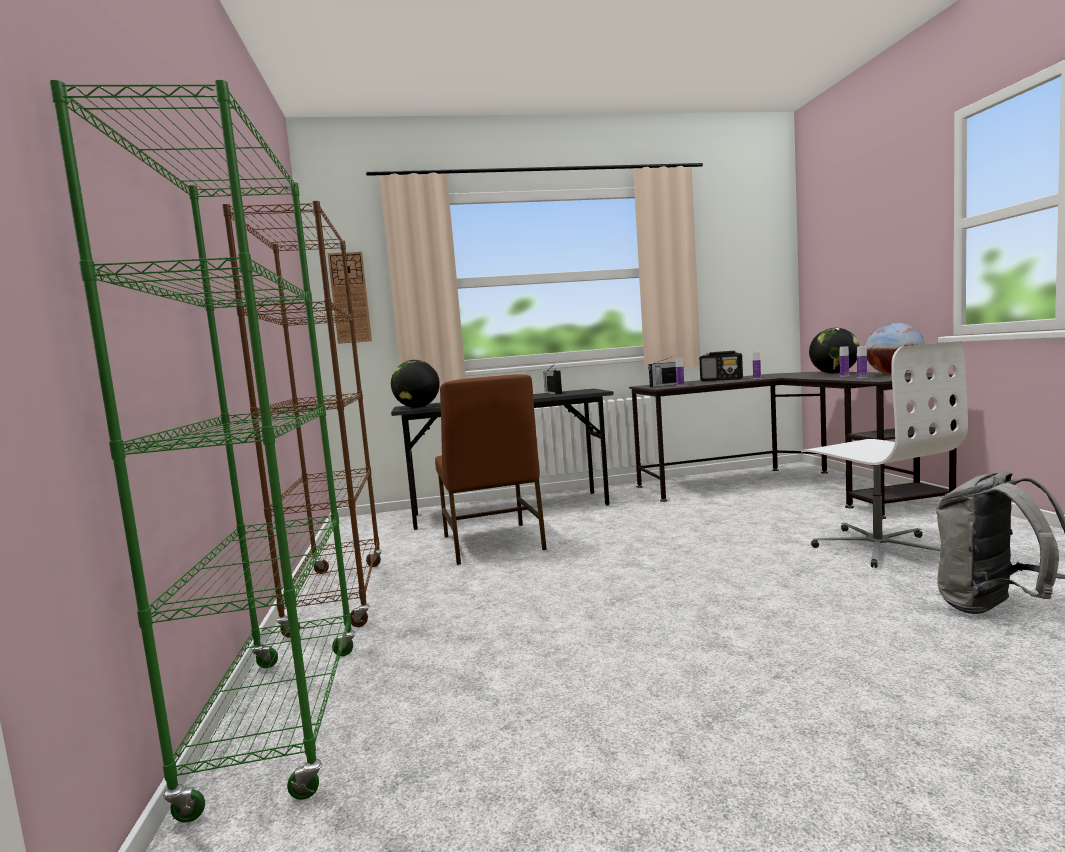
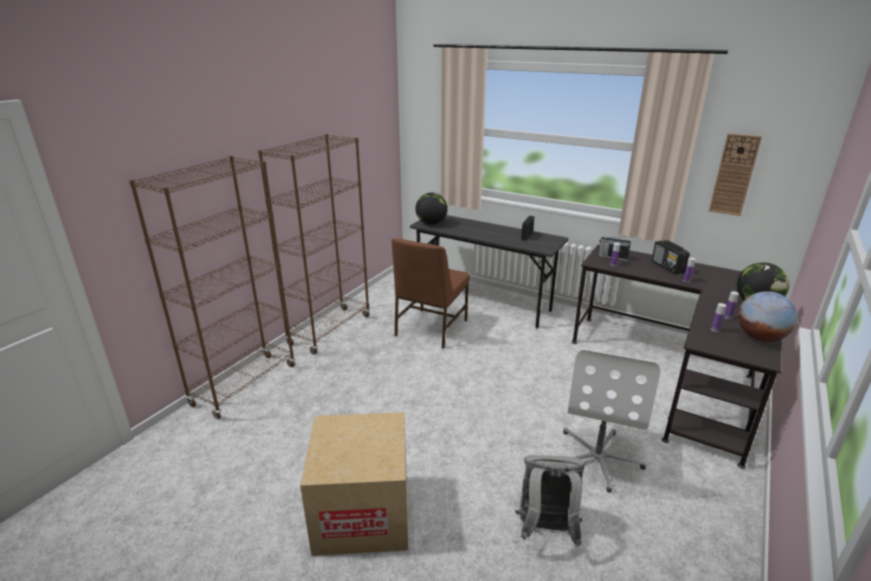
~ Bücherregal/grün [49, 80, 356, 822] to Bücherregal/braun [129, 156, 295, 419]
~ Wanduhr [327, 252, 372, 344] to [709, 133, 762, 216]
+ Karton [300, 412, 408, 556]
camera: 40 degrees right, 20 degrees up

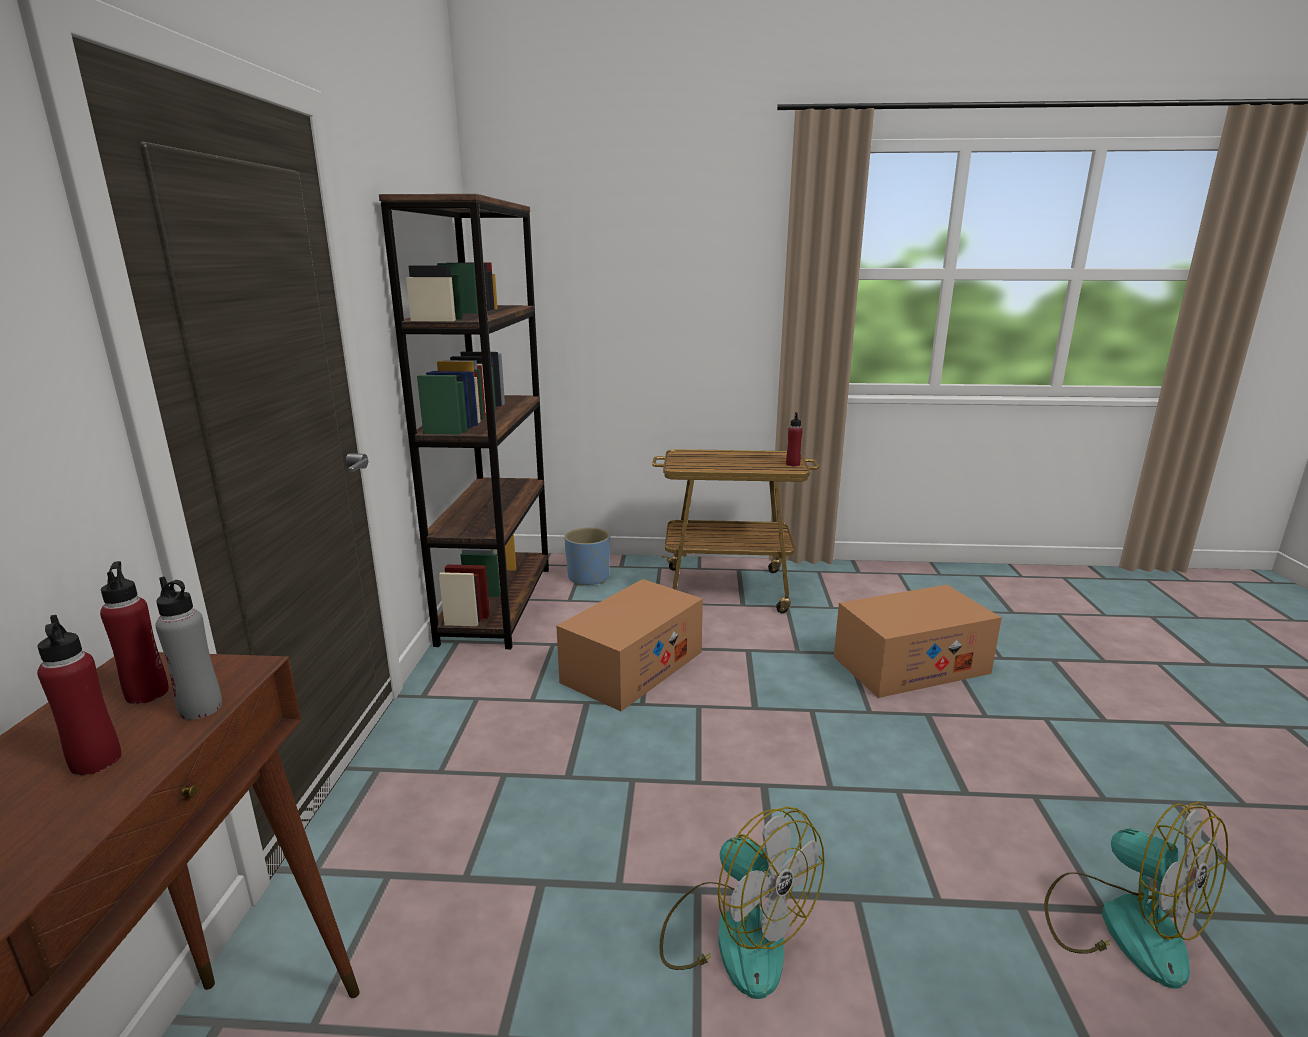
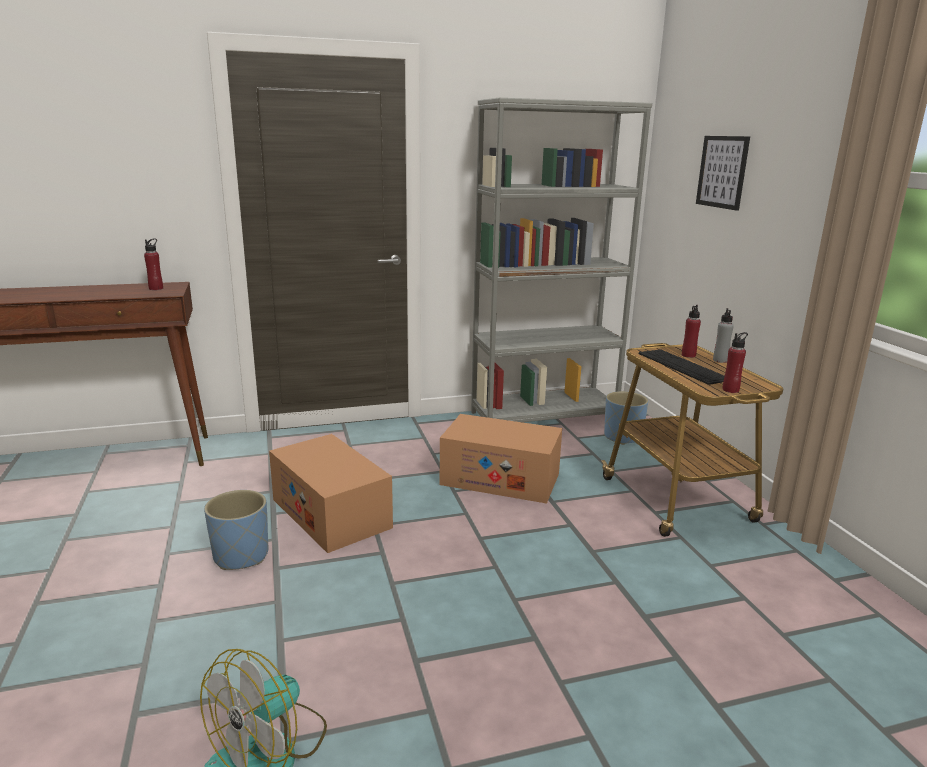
~ Bücherregal/braun [379, 194, 549, 649] to Bücherregal/grau [471, 98, 652, 422]
~ Flasche/grau [155, 577, 222, 720] to [713, 308, 734, 363]
~ Karton [834, 585, 1002, 698] to [269, 434, 393, 553]
~ Flasche/rot [37, 615, 121, 775] to [682, 305, 701, 358]
~ Ventilator [659, 807, 825, 999] to Pflanzkübel/blau [204, 490, 268, 570]
+ Bild [696, 136, 750, 211]
+ Tastatur [639, 349, 725, 385]
camera: 70 degrees right, 0 degrees up

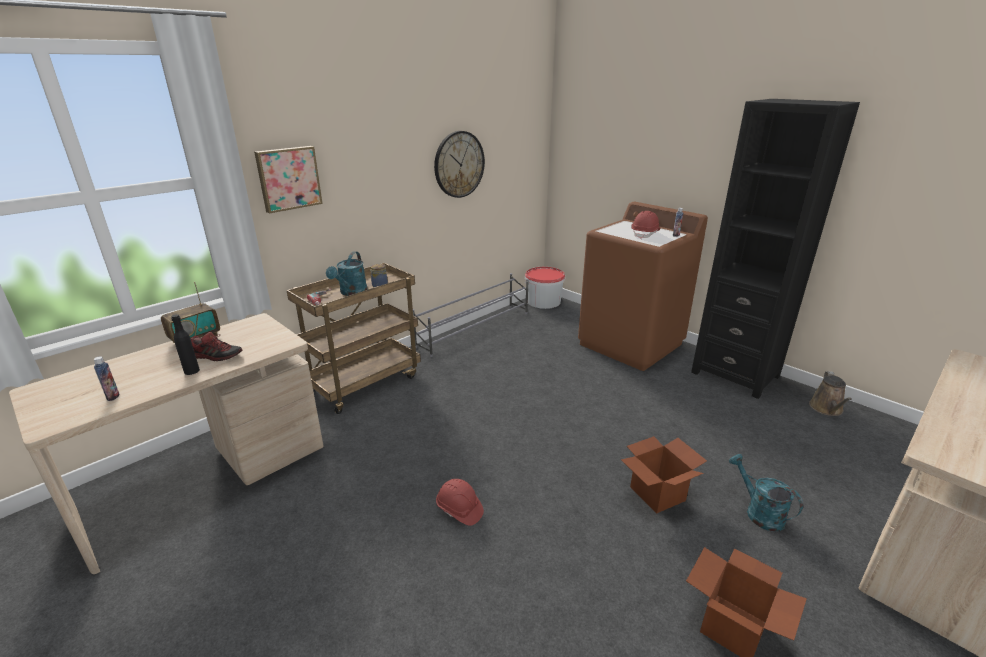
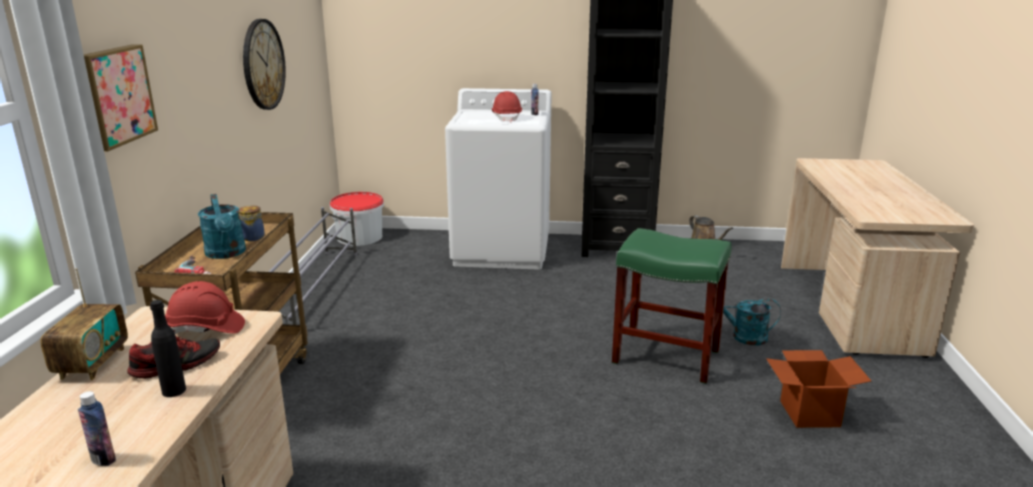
~ Waschmaschine/braun [578, 202, 708, 371] to Waschmaschine/weiß [445, 88, 552, 270]
~ Karton [621, 436, 707, 514] to Hocker/grün [612, 228, 732, 384]
~ Schutzhelm/rot [436, 479, 484, 526] to [165, 281, 245, 334]
camera: 40 degrees left, 5 degrees down

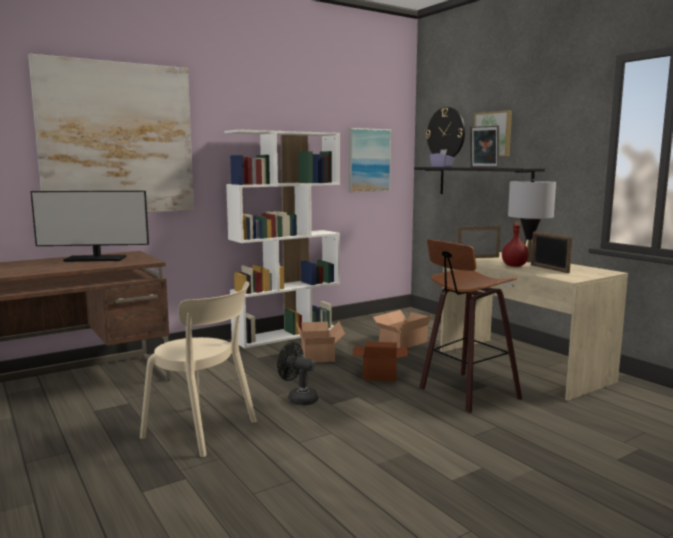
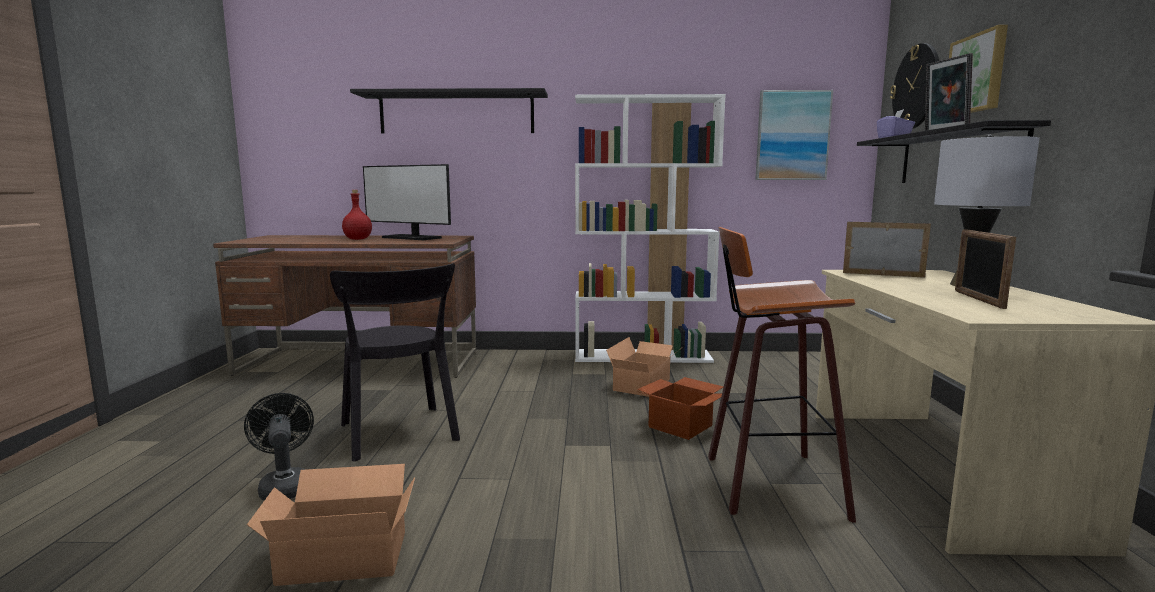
~ Bild [28, 54, 194, 212] to Wandregal/schwarz [350, 88, 548, 133]
~ Flasche/rot [502, 221, 529, 267] to [342, 190, 372, 240]
~ Stuhl/beige [140, 281, 257, 457] to Stuhl/schwarz [330, 263, 460, 462]
~ Karton [373, 310, 432, 348] to [247, 464, 415, 586]
~ Ventilator/schwarz [277, 342, 318, 406] to [244, 393, 314, 500]
camera: 35 degrees right, 0 degrees up

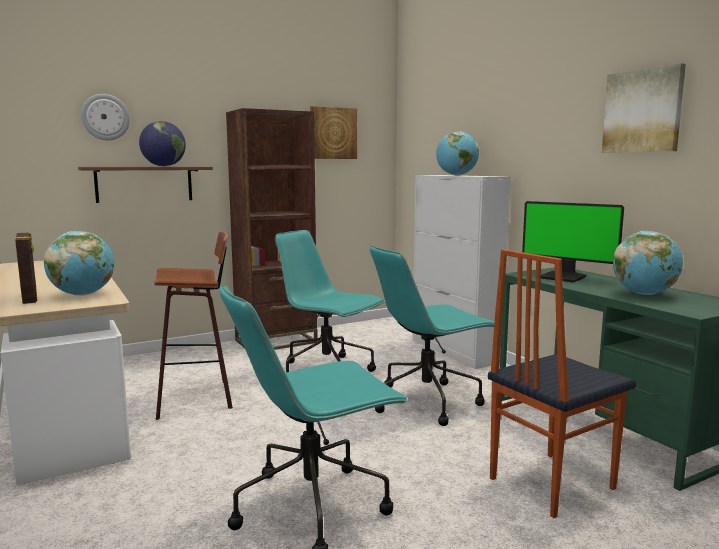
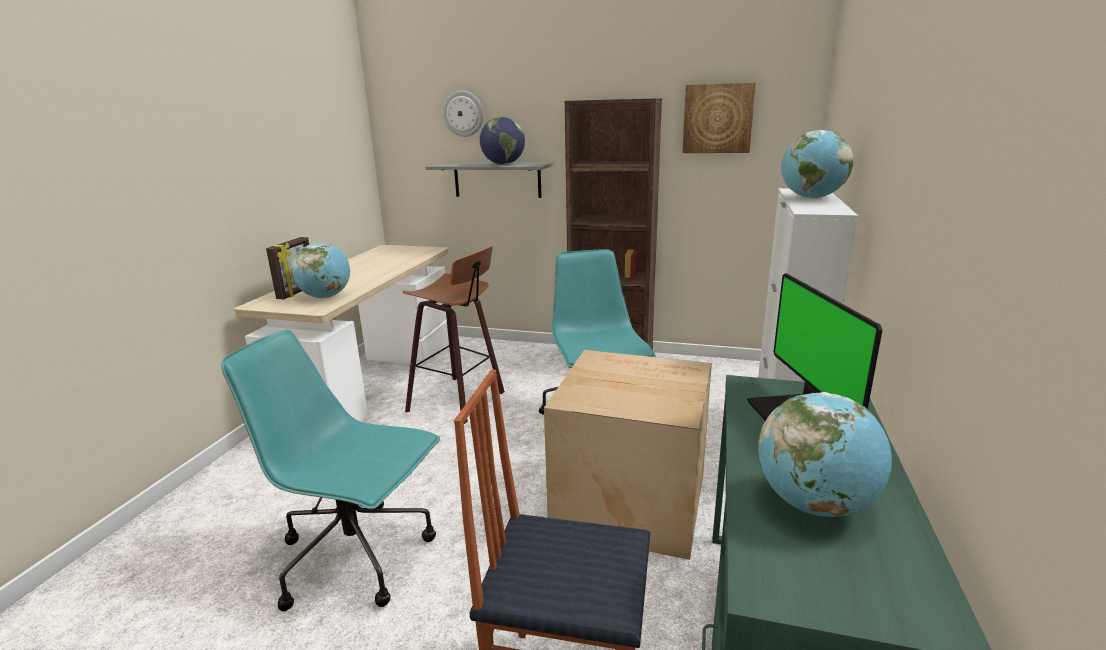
- Bild [602, 63, 686, 153]
~ Wandregal/braun [78, 167, 213, 203] to Wandregal/grau [425, 162, 553, 198]
~ Bürostuhl/türkis [370, 246, 494, 426] to Karton [544, 350, 712, 560]
camera: 45 degrees right, 10 degrees up

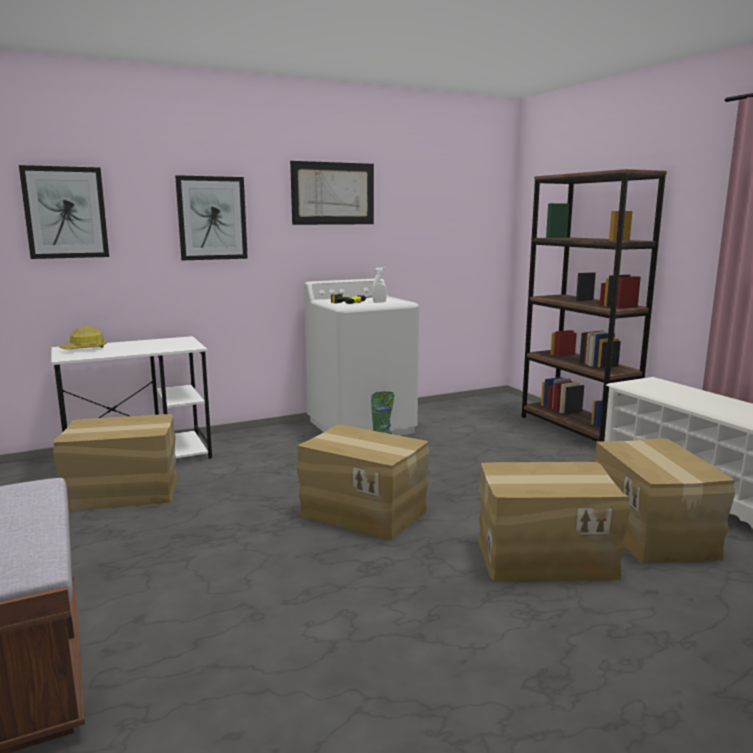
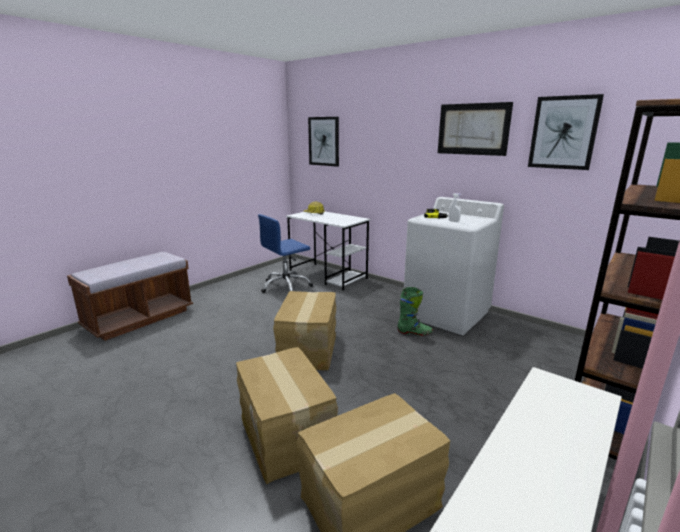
~ Bild [175, 175, 248, 260] to [528, 94, 604, 170]
~ Karton [53, 414, 178, 511] to Bürostuhl/blau [258, 214, 313, 293]
camera: 65 degrees right, 5 degrees up

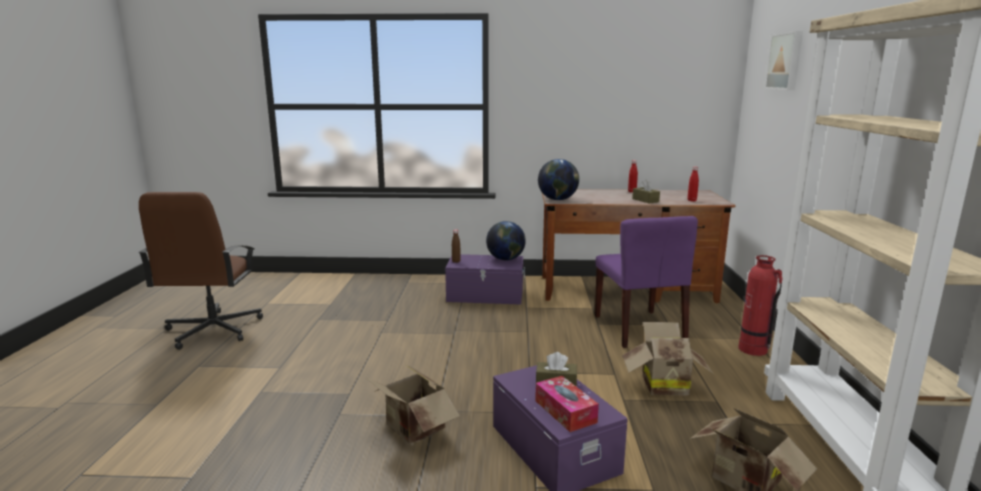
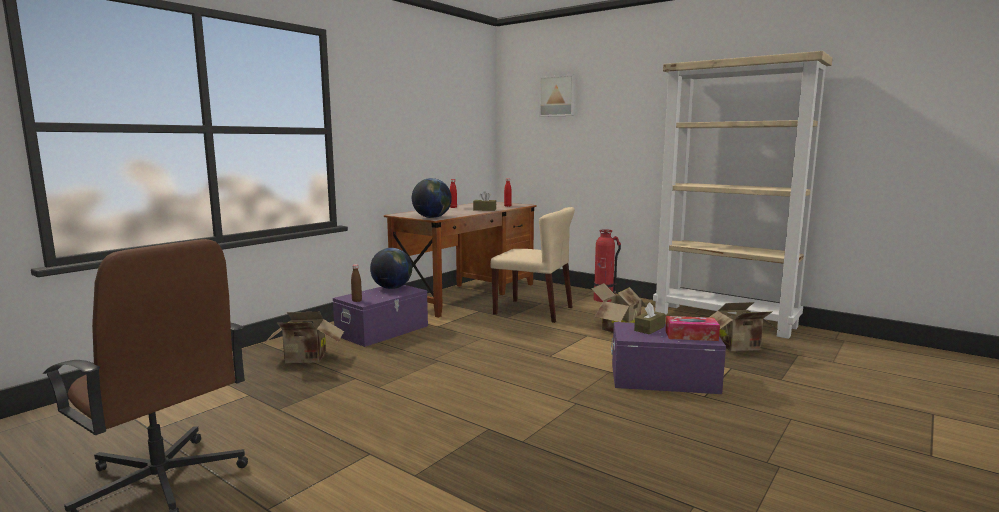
~ Stuhl/lila [595, 216, 698, 348] to Stuhl/beige [490, 207, 575, 323]
~ Karton [366, 364, 460, 444] to [265, 312, 344, 363]
camera: 55 degrees left, 5 degrees down

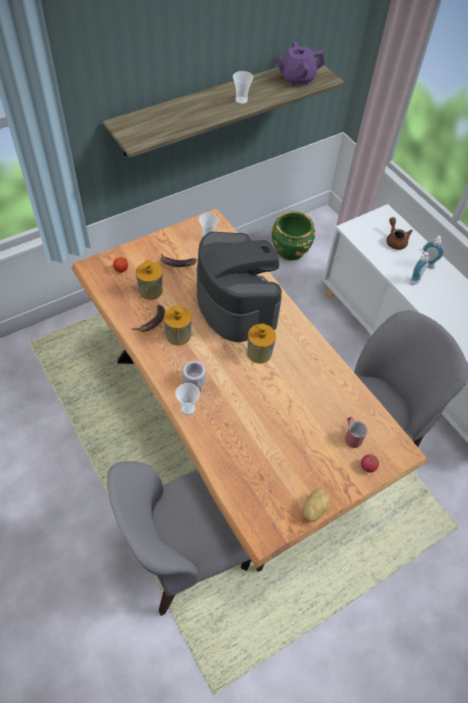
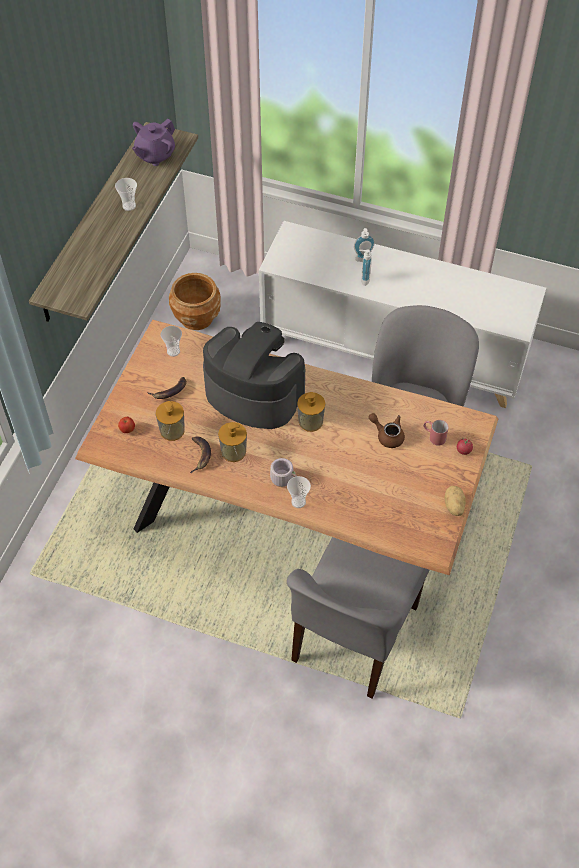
~ Pflanzkübel/grün [272, 211, 315, 261] to Pflanzkübel/braun [169, 273, 221, 330]
~ Teekanne/braun [387, 217, 413, 250] to [369, 413, 405, 448]
camera: 35 degrees left, 0 degrees up

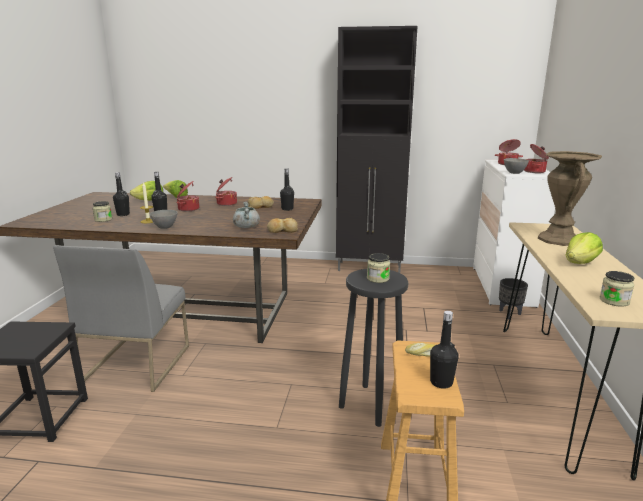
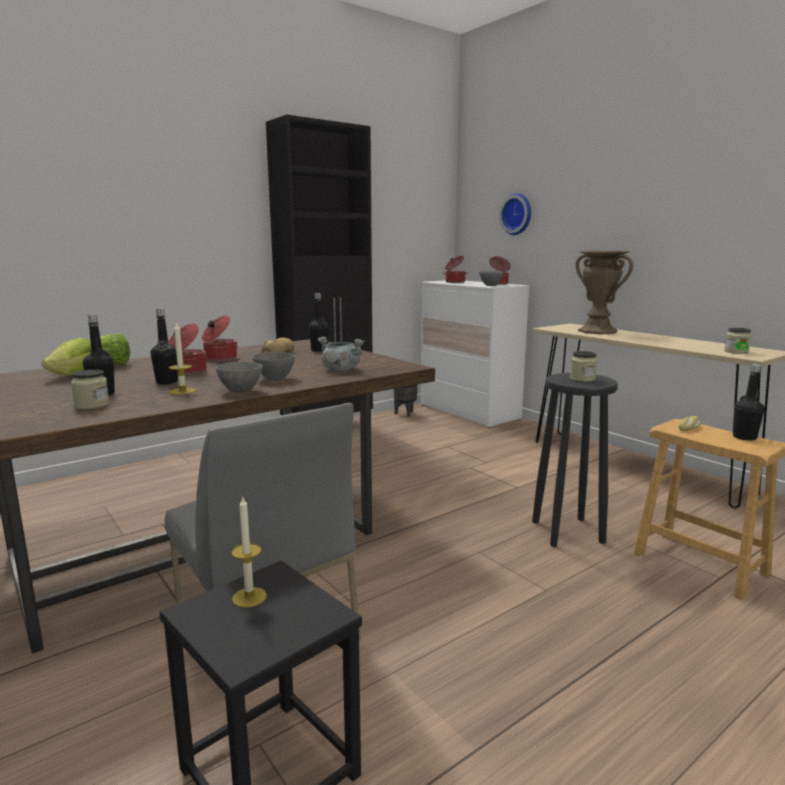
- Brot [267, 218, 298, 233]
- Salatkopf [566, 232, 603, 264]
~ Pflanzkübel/schwarz [499, 278, 528, 319] to [394, 384, 418, 417]
+ Wanduhr [499, 193, 531, 235]
+ Schüssel/grau [252, 352, 295, 380]
+ Kerze [231, 497, 267, 608]
camera: 45 degrees left, 5 degrees down

